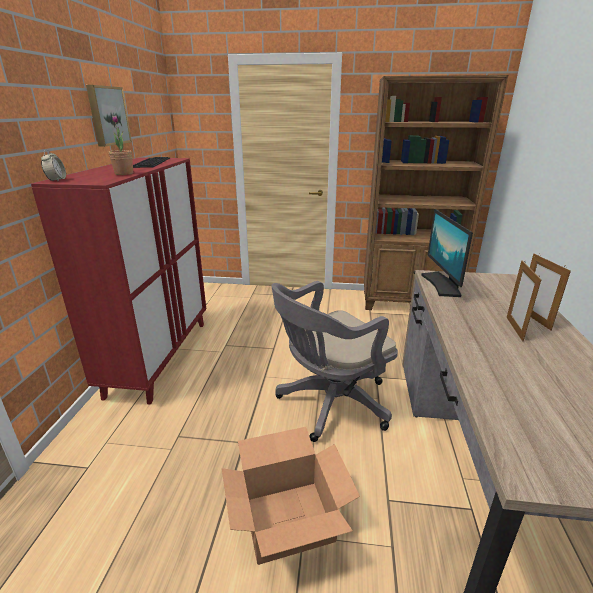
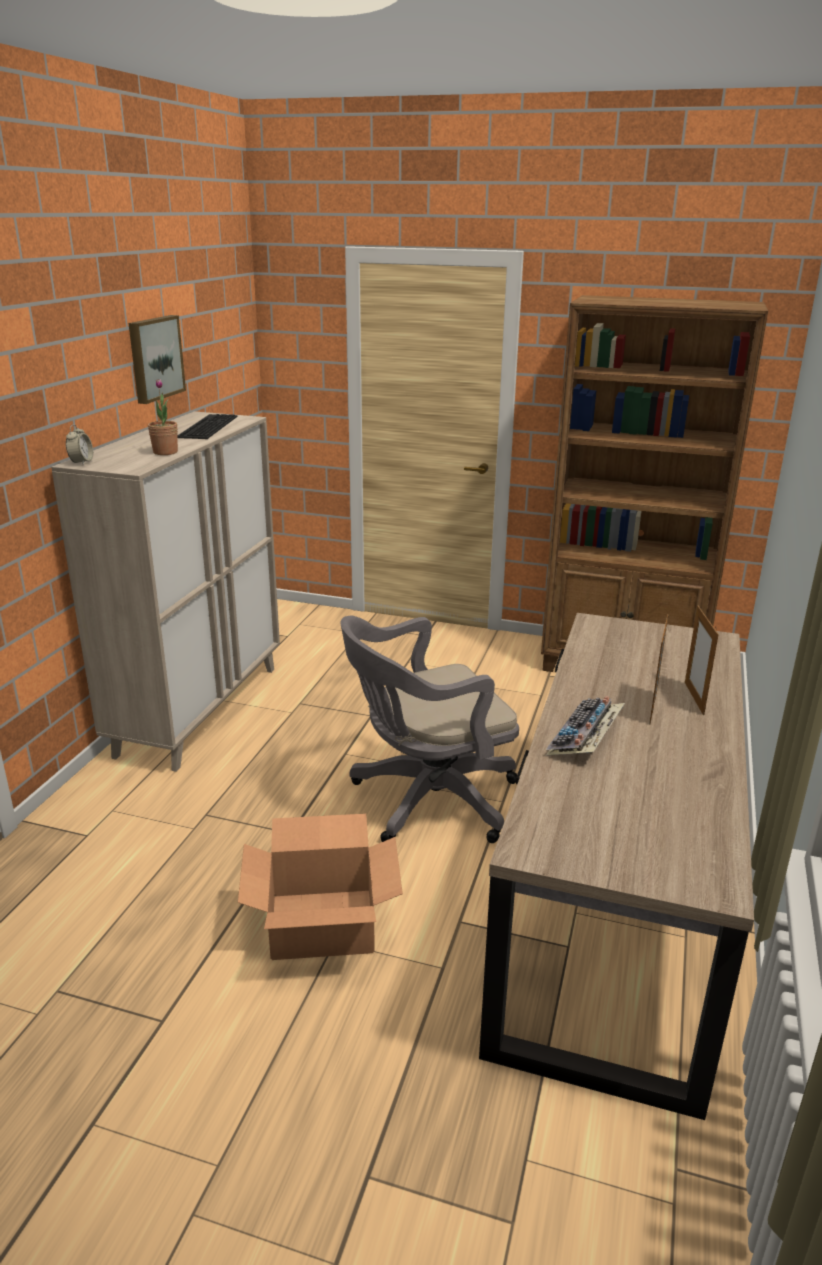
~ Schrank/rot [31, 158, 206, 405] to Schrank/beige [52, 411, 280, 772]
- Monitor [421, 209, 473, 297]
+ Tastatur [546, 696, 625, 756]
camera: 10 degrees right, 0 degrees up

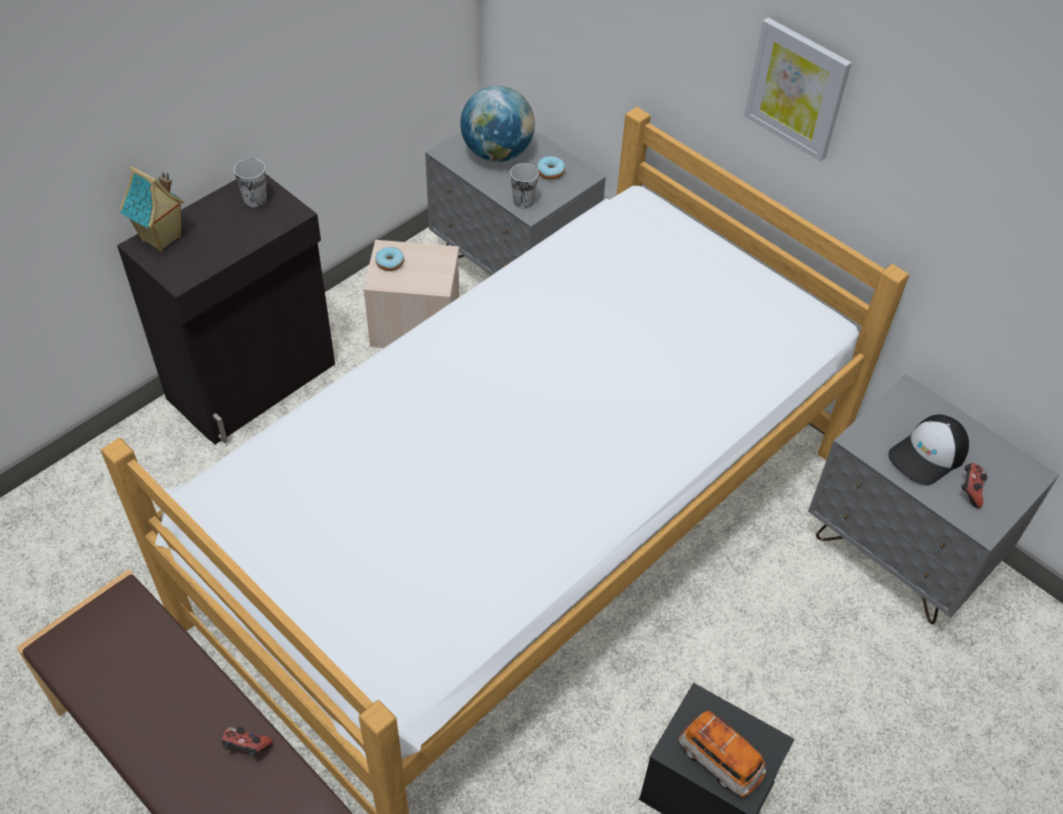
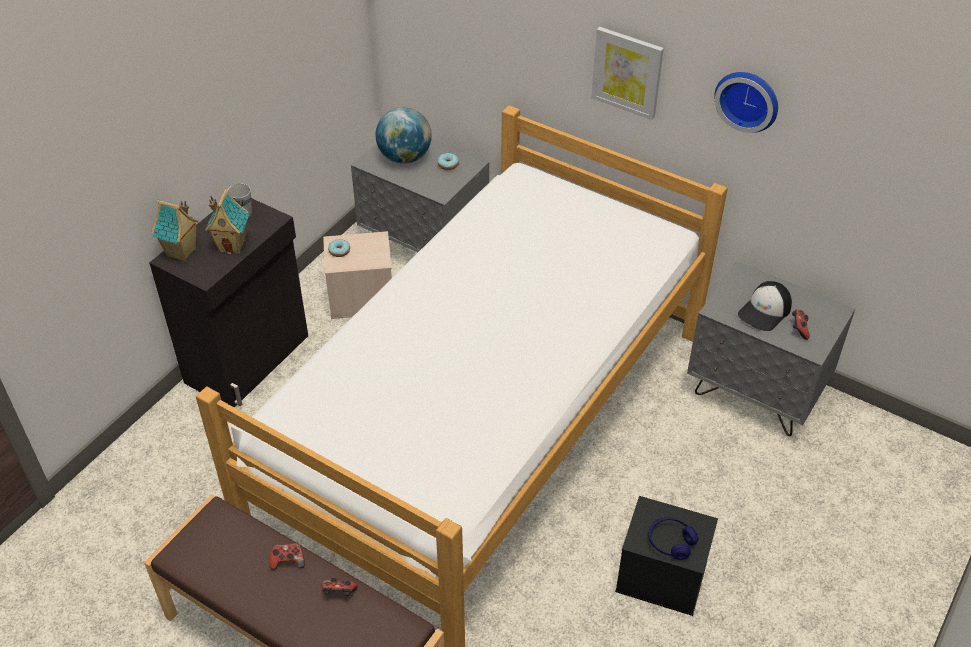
- Tasse [510, 163, 539, 209]
~ Spielzeugauto [678, 711, 766, 798] to Kopfhörer/blau [648, 517, 698, 560]
+ Wanduhr [714, 72, 778, 133]
+ Spielzeughaus [205, 189, 249, 254]
+ Gamepad [270, 543, 305, 570]
camera: 10 degrees left, 5 degrees down

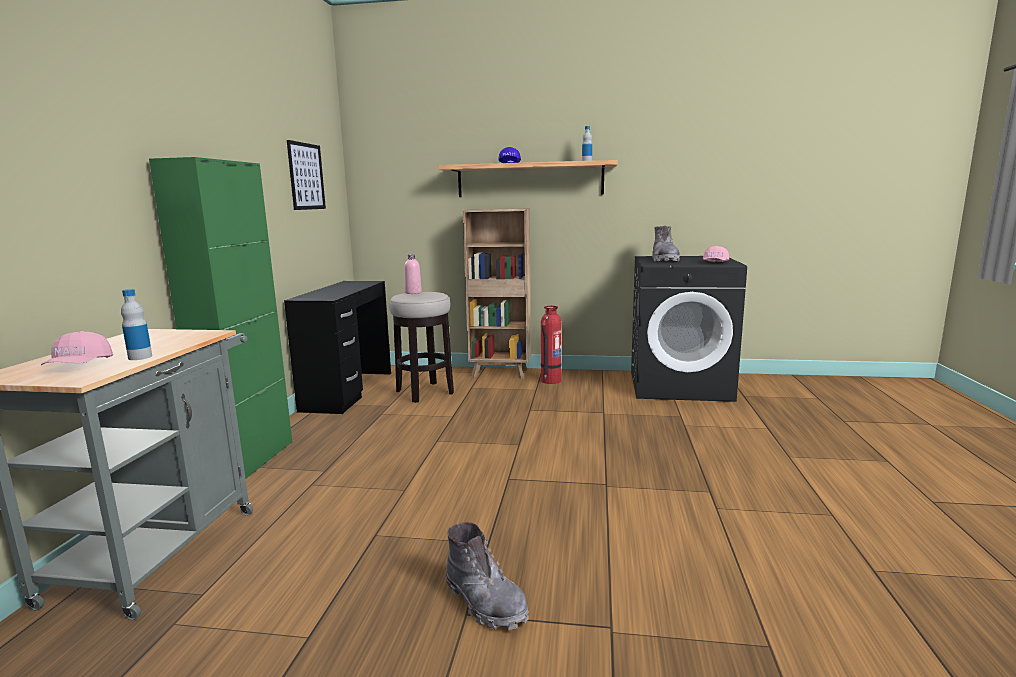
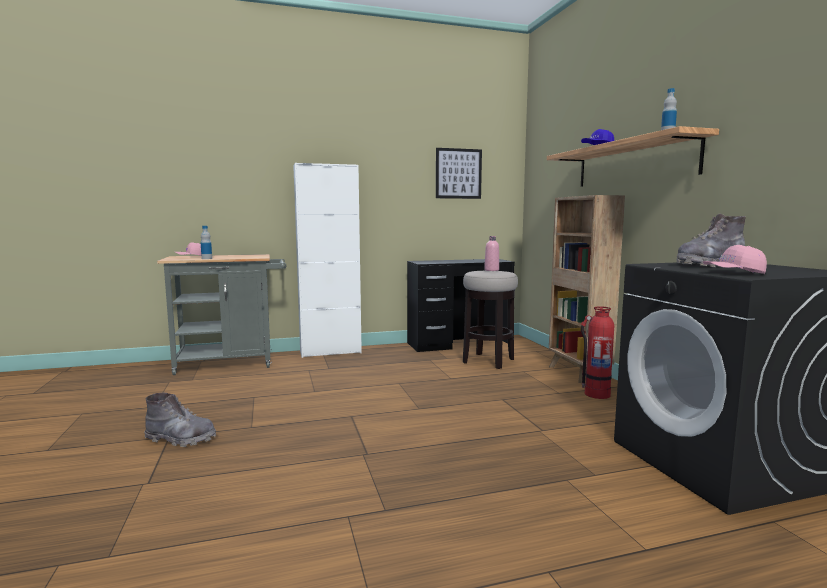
~ Schrank/grün [149, 157, 293, 479] to Schrank/weiß [293, 163, 362, 358]
~ Stiefel/grau [446, 522, 529, 630] = [144, 393, 216, 447] 105 degrees counterclockwise
camera: 65 degrees right, 5 degrees down

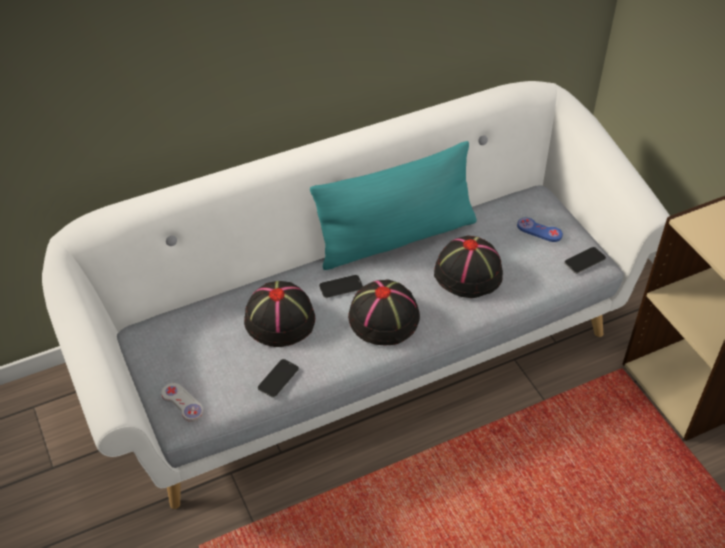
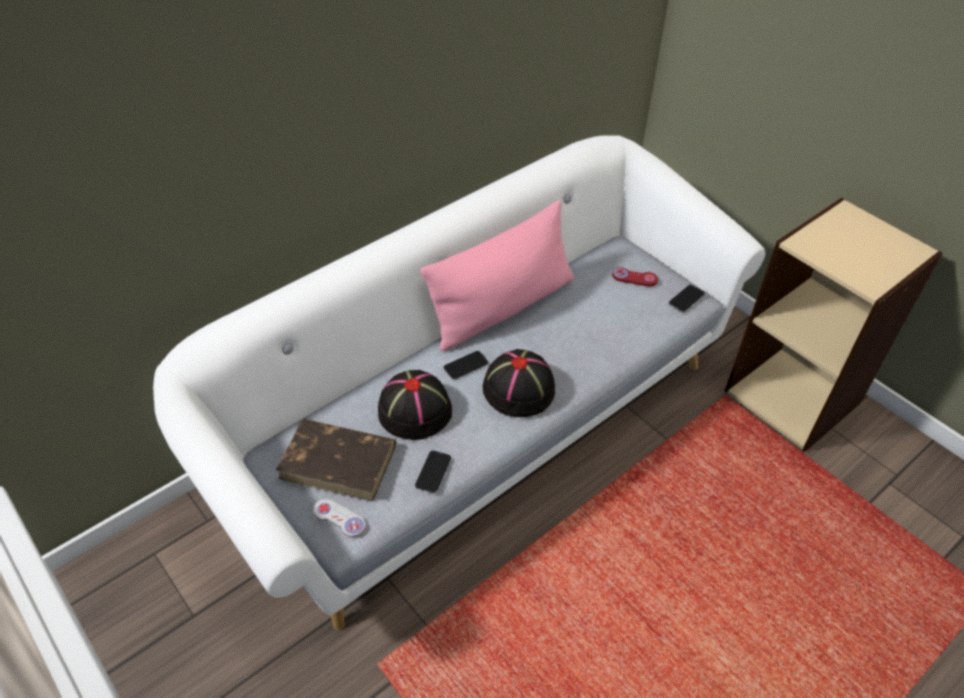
~ Kissen/türkis [310, 141, 477, 270] to Kissen/rosa [420, 200, 574, 352]
~ Gamepad/blau [517, 217, 563, 242] to Gamepad/rot [612, 267, 658, 286]
- Hut/schwarz [434, 236, 503, 298]
+ Buch/braun [276, 419, 396, 501]
camera: 15 degrees left, 0 degrees up

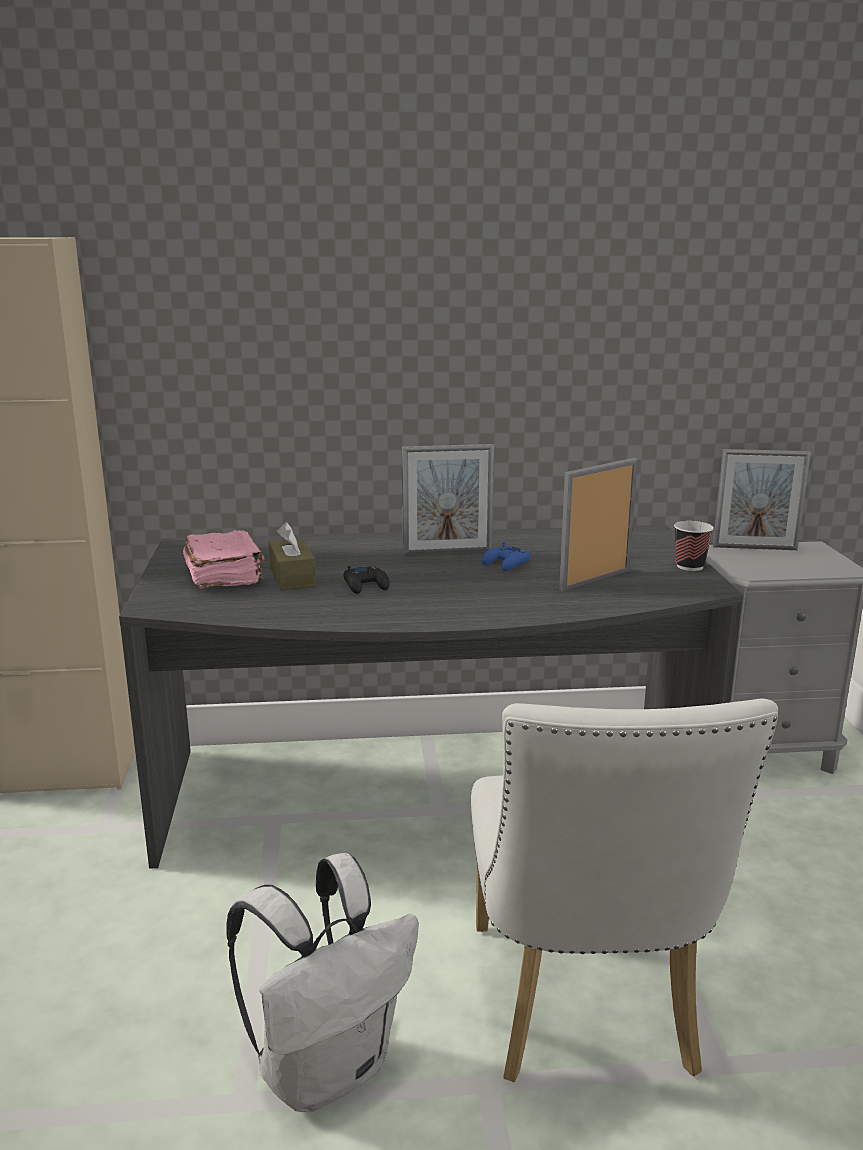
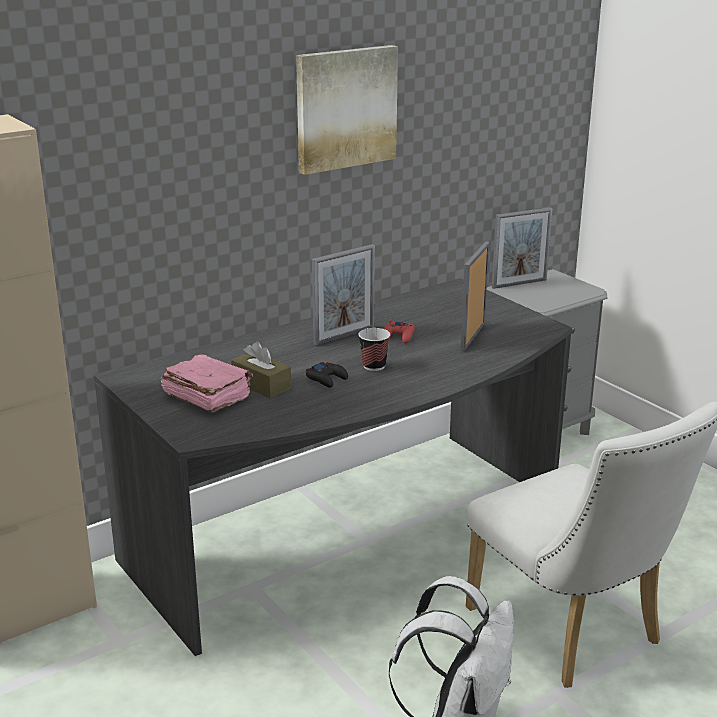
~ Tasse [674, 521, 714, 571] to [358, 328, 390, 371]
~ Gamepad/blau [481, 542, 530, 571] to Gamepad/rot [383, 319, 415, 343]
+ Bild [296, 45, 398, 175]
camera: 30 degrees left, 5 degrees up

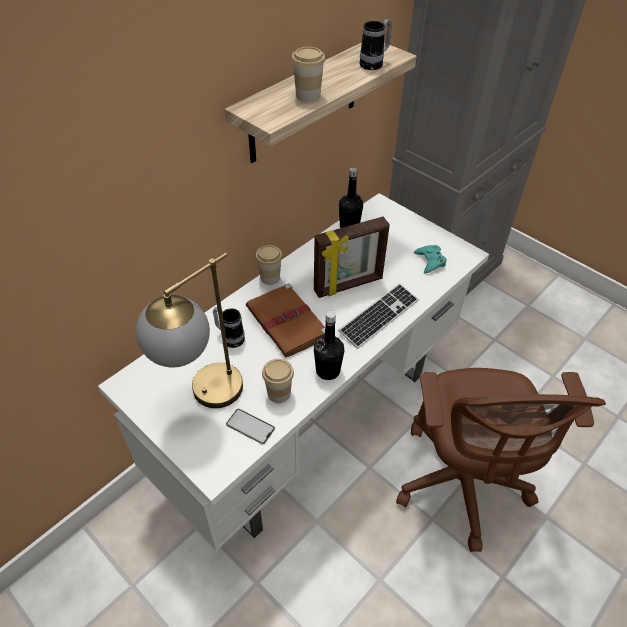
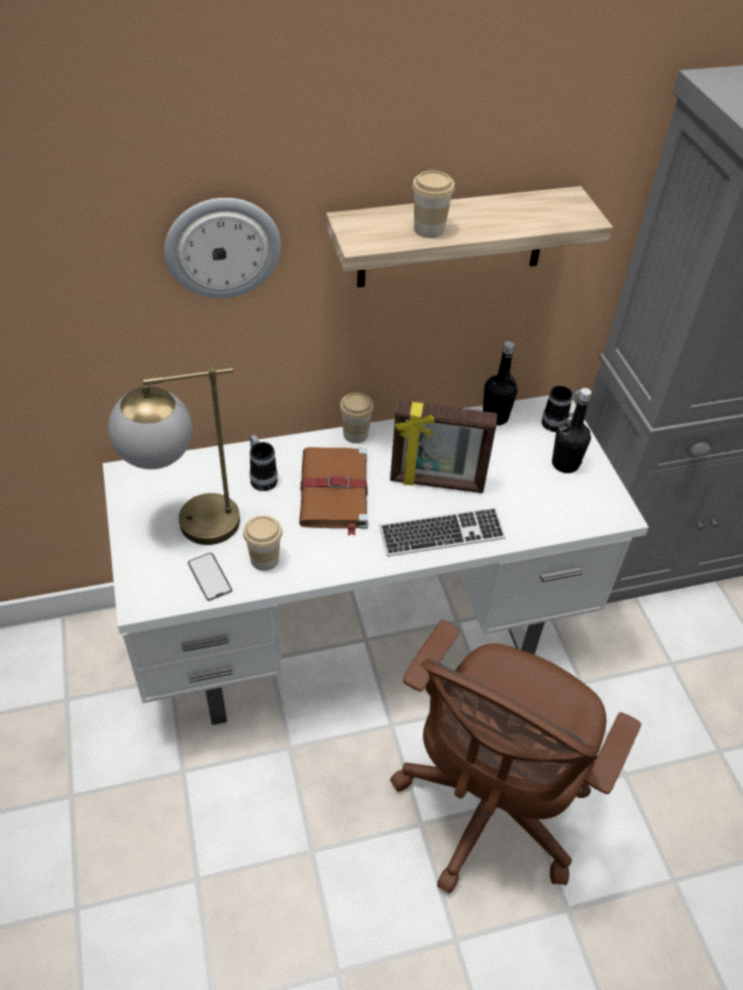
~ Henkelbecher [359, 19, 392, 70] to [541, 386, 581, 432]
- Gamepad/türkis [414, 245, 447, 273]
~ Flasche/schwarz [314, 311, 344, 380] to [552, 388, 591, 473]
+ Wanduhr [164, 198, 281, 298]
camera: 30 degrees right, 0 degrees up

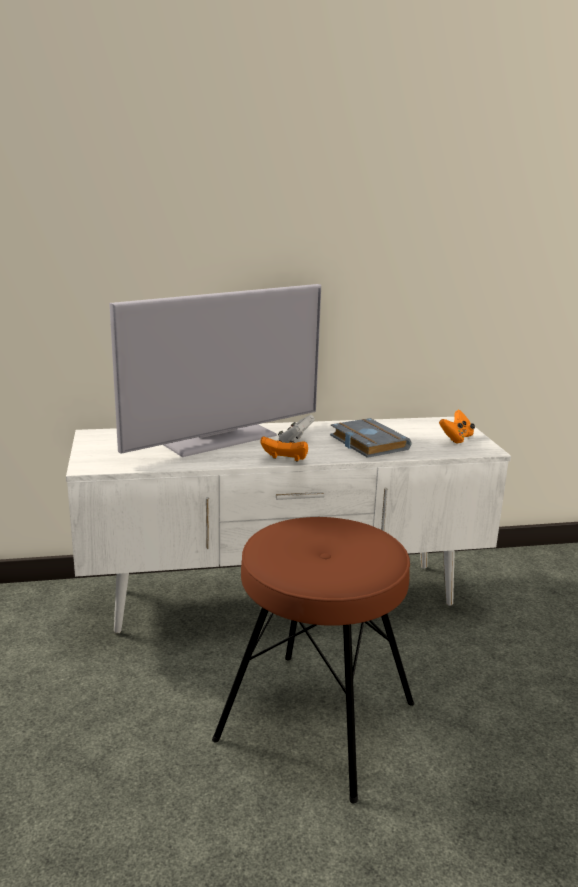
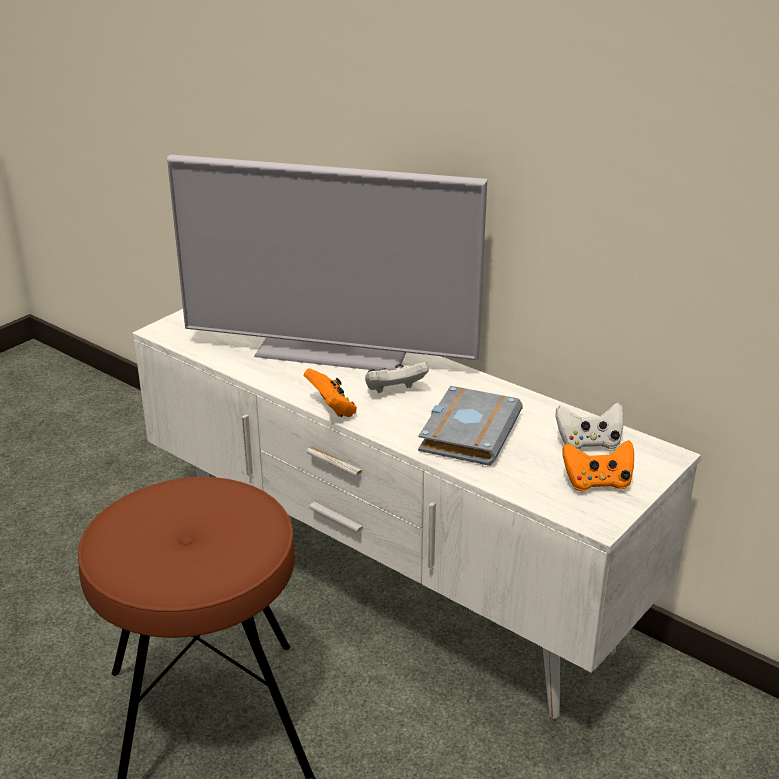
+ Gamepad/weiß [556, 402, 623, 450]
camera: 50 degrees right, 10 degrees up

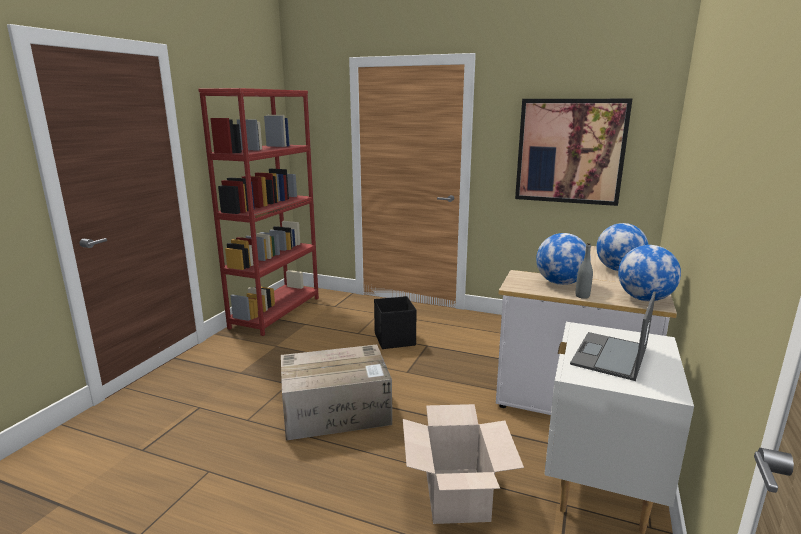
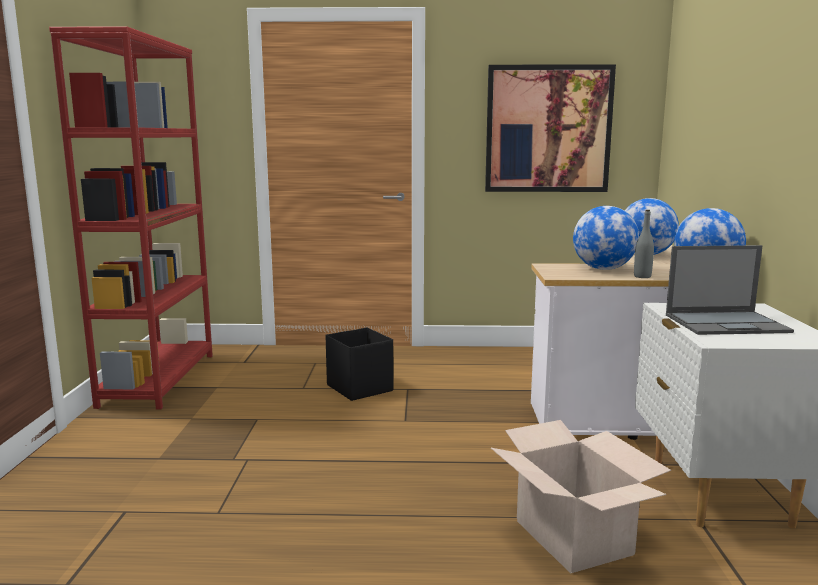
~ Laptop [570, 292, 656, 381] = [666, 245, 794, 335] 105 degrees counterclockwise
- Karton [281, 345, 392, 441]
camera: 20 degrees left, 5 degrees down

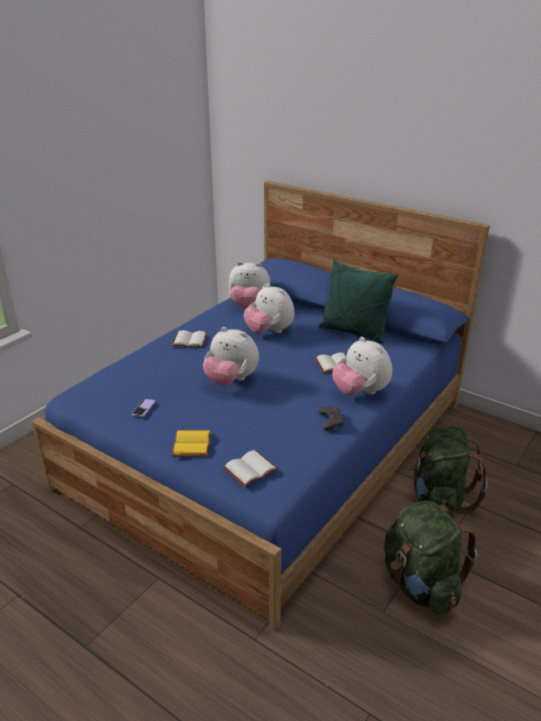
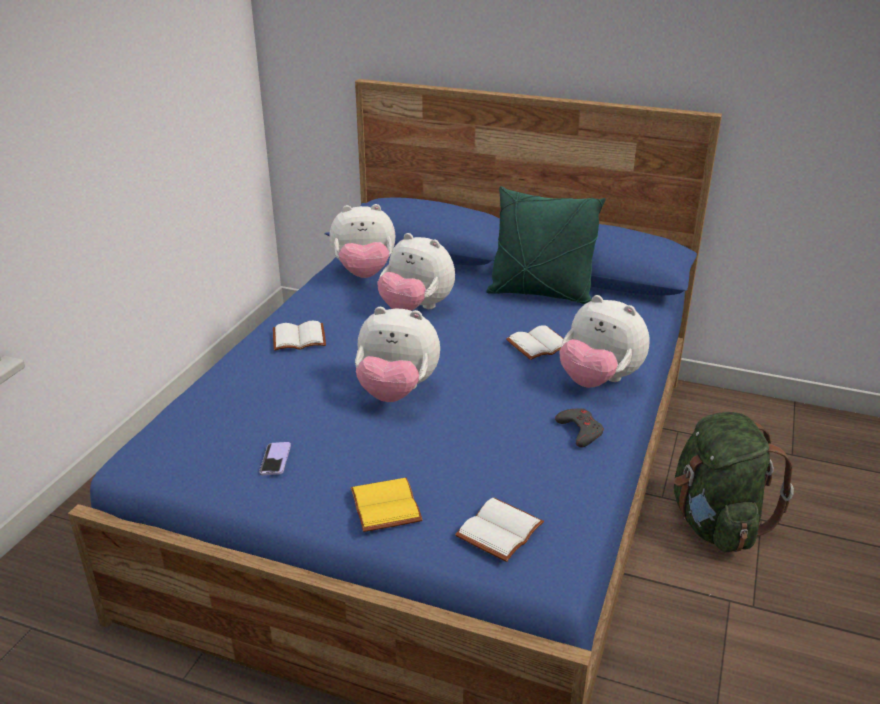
- Rucksack/grün [384, 501, 477, 615]
camera: 15 degrees left, 0 degrees up

